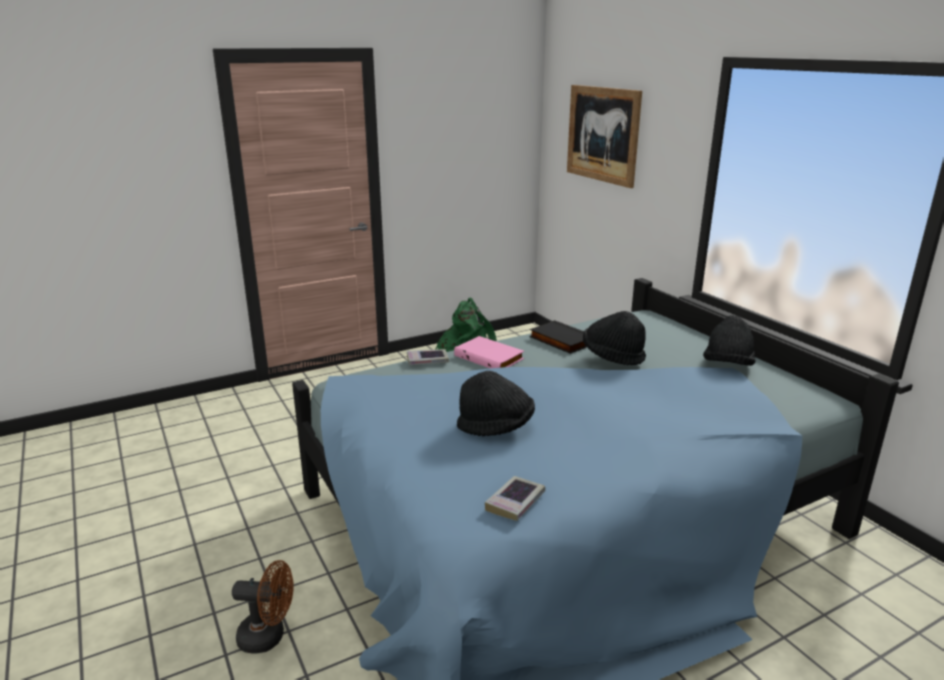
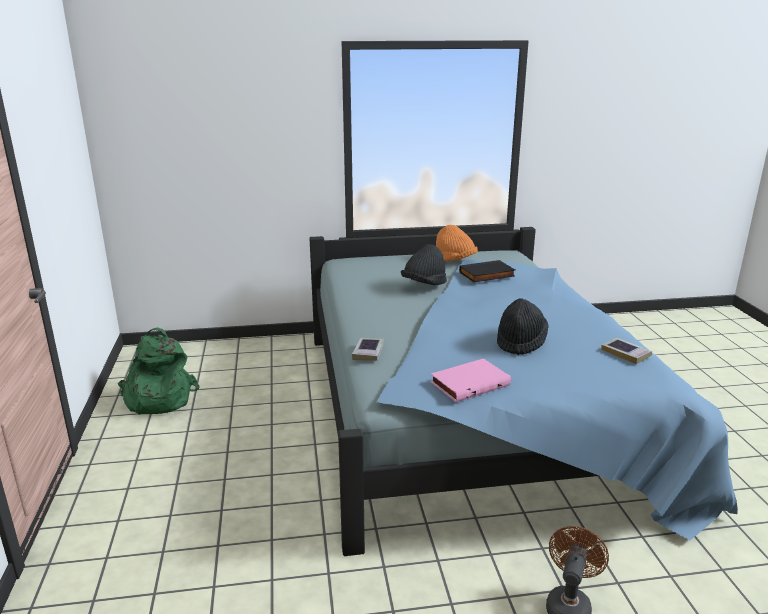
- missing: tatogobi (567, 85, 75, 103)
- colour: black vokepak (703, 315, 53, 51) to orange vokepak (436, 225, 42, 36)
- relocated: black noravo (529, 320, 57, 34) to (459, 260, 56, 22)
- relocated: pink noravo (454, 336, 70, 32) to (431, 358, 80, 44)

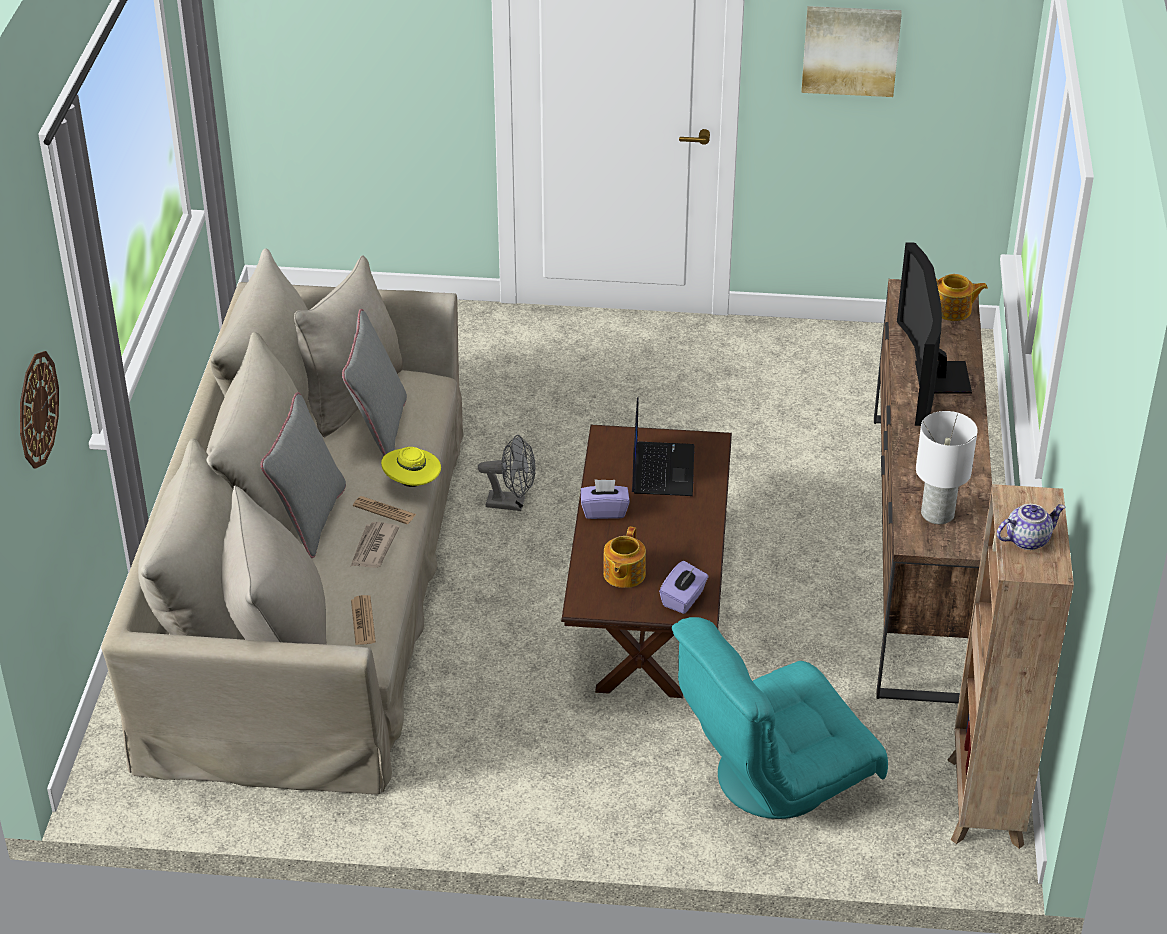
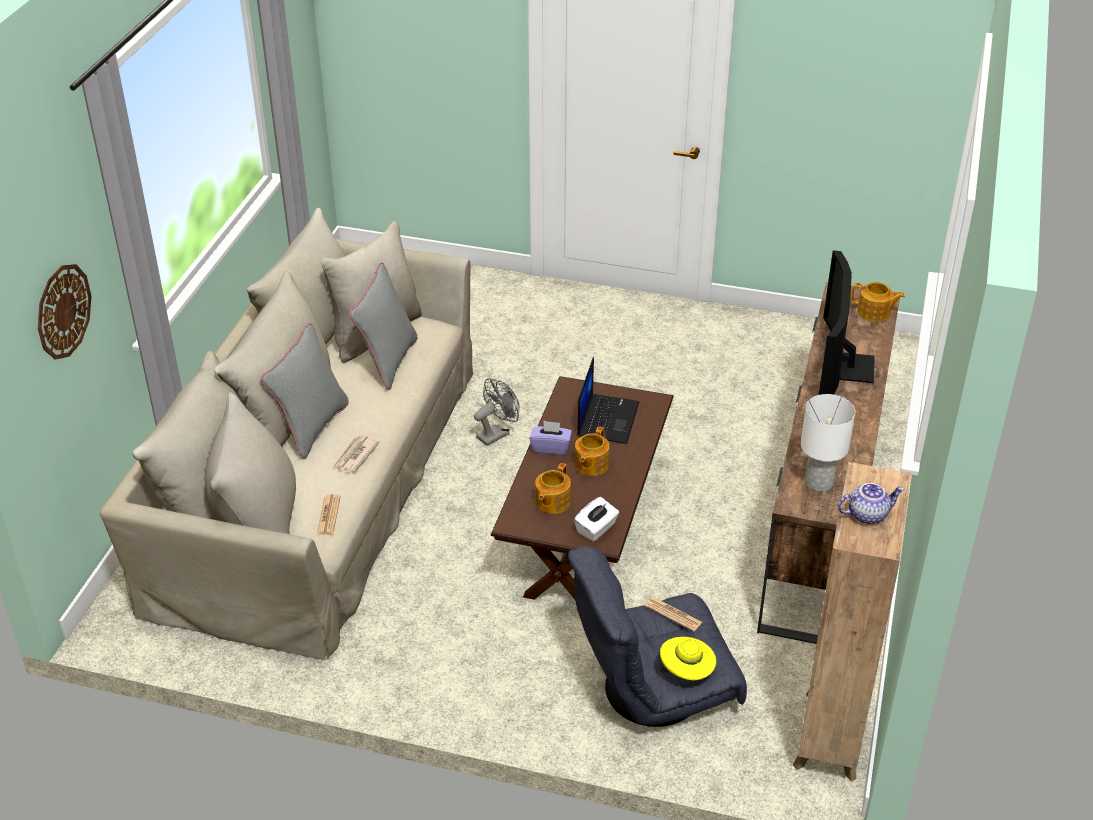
- missing: tatogobi (801, 6, 101, 91)
- spun: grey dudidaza (478, 435, 58, 76) = (474, 378, 46, 68) 60 degrees counterclockwise
- relocated: yellow vokepak (381, 447, 60, 40) to (660, 637, 56, 43)
- relocated: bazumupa (353, 496, 63, 28) to (646, 597, 56, 35)
- colour: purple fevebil (659, 561, 50, 53) to white fevebil (574, 497, 45, 45)
- colour: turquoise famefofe (672, 617, 216, 202) to grey famefofe (568, 546, 179, 181)
- appeared: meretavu (575, 426, 34, 50)

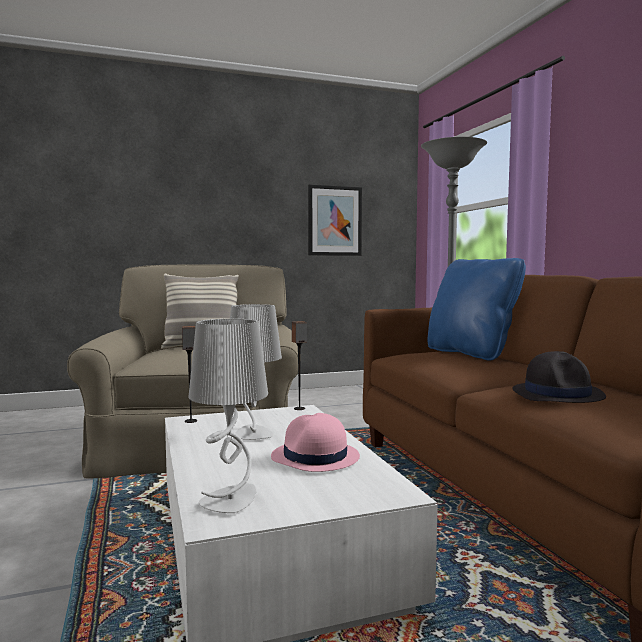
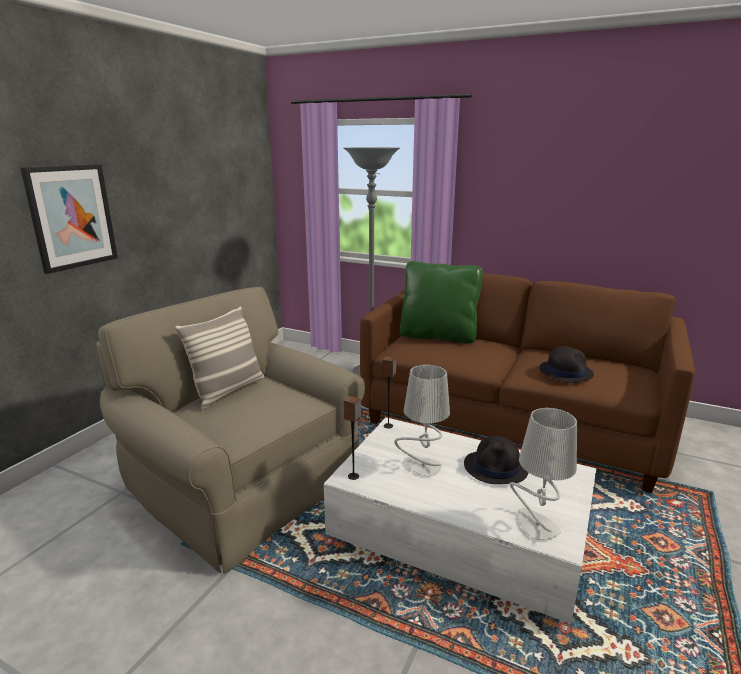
- relocated: tatogobi (308, 185, 54, 71) to (20, 164, 98, 110)
- colour: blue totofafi (427, 258, 99, 102) to green totofafi (400, 261, 83, 83)
- colour: pink vokepak (271, 413, 89, 59) to black vokepak (464, 436, 65, 48)

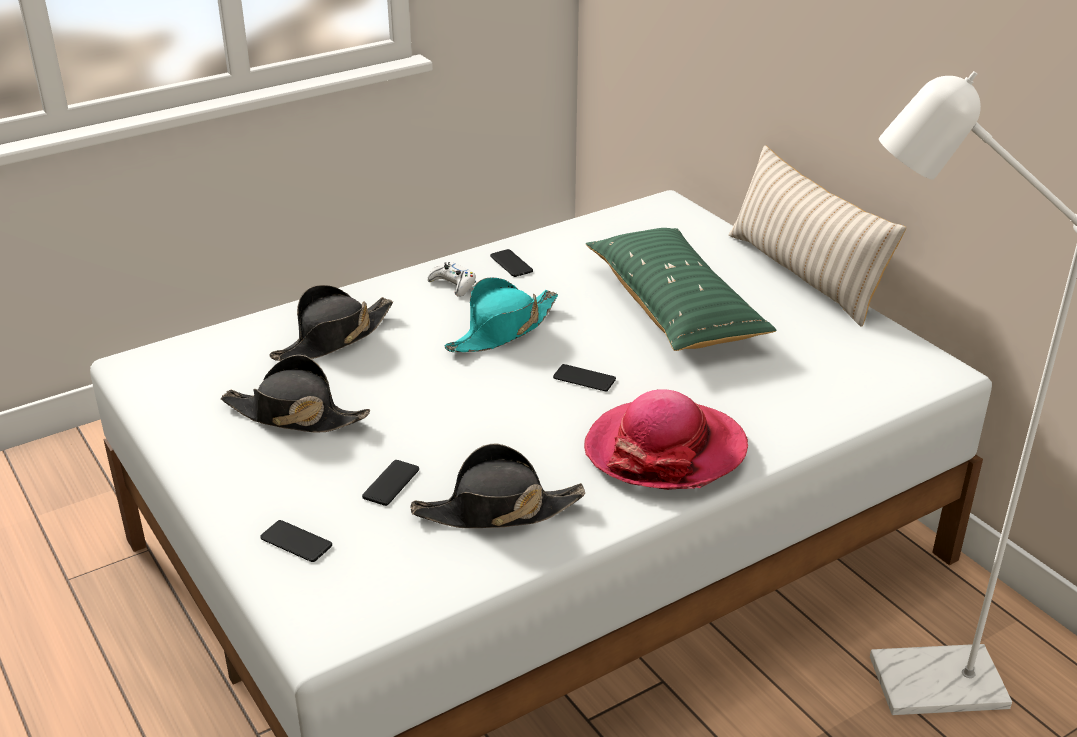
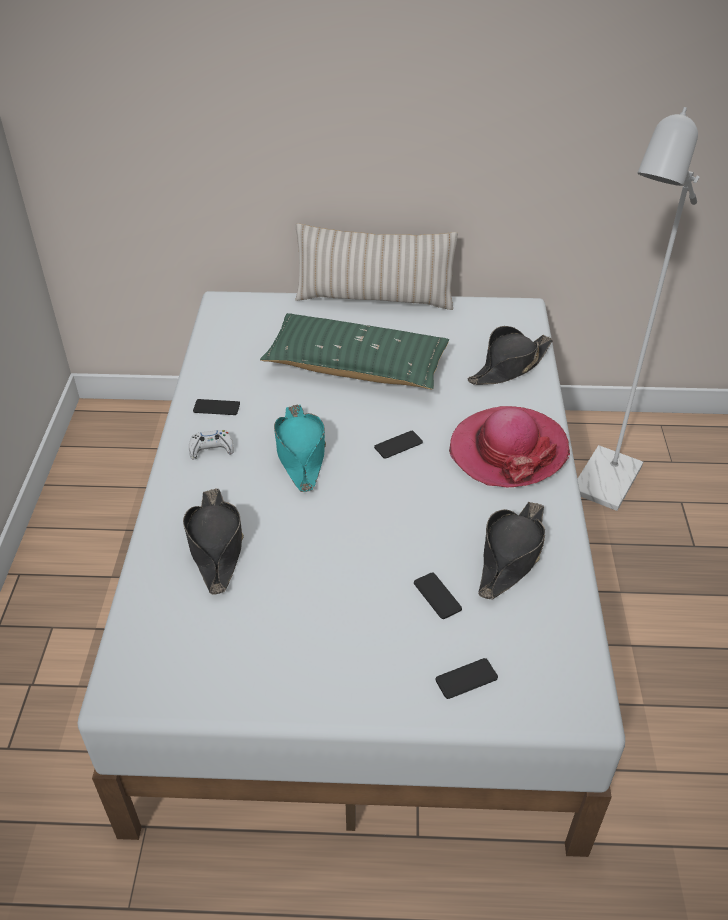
- relocated: black vokepak (221, 355, 149, 78) to (468, 326, 85, 59)

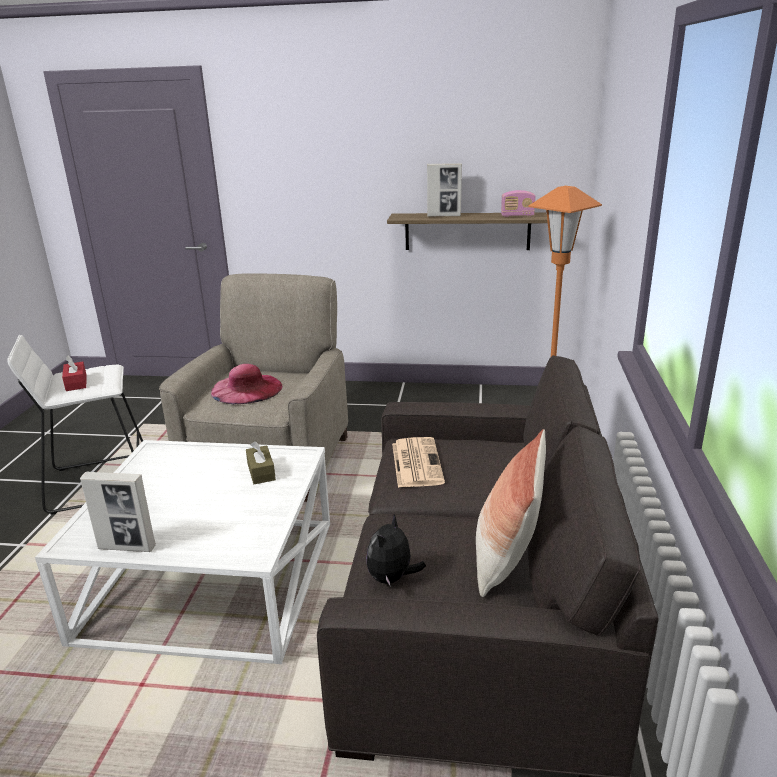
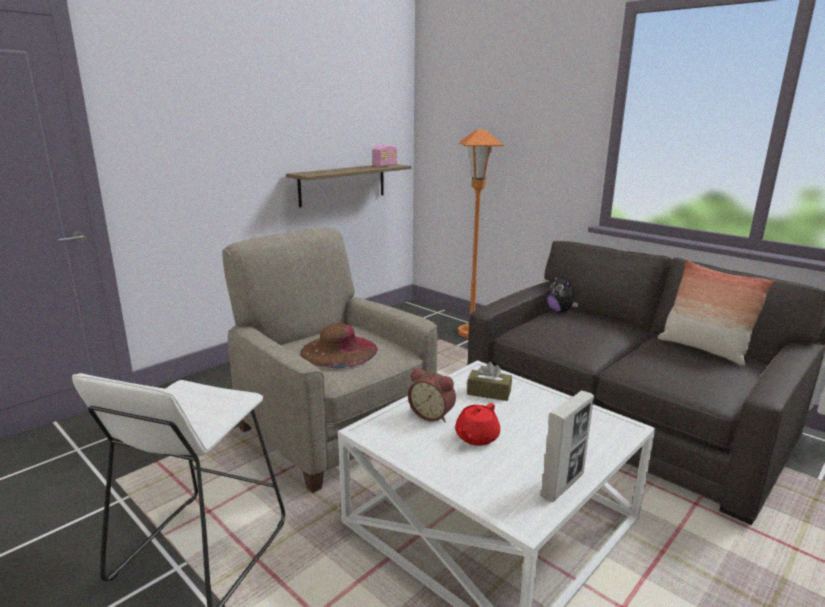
- missing: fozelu (427, 163, 35, 54)
- missing: red fevebil (62, 355, 25, 36)
- colour: pink vokepak (211, 364, 72, 40) to brown vokepak (300, 323, 78, 45)
- missing: bazumupa (392, 437, 53, 51)
- relocated: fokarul (367, 514, 59, 73) to (547, 275, 31, 38)
- appeared: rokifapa (408, 368, 48, 54)
- appeared: red meretavu (455, 403, 45, 43)

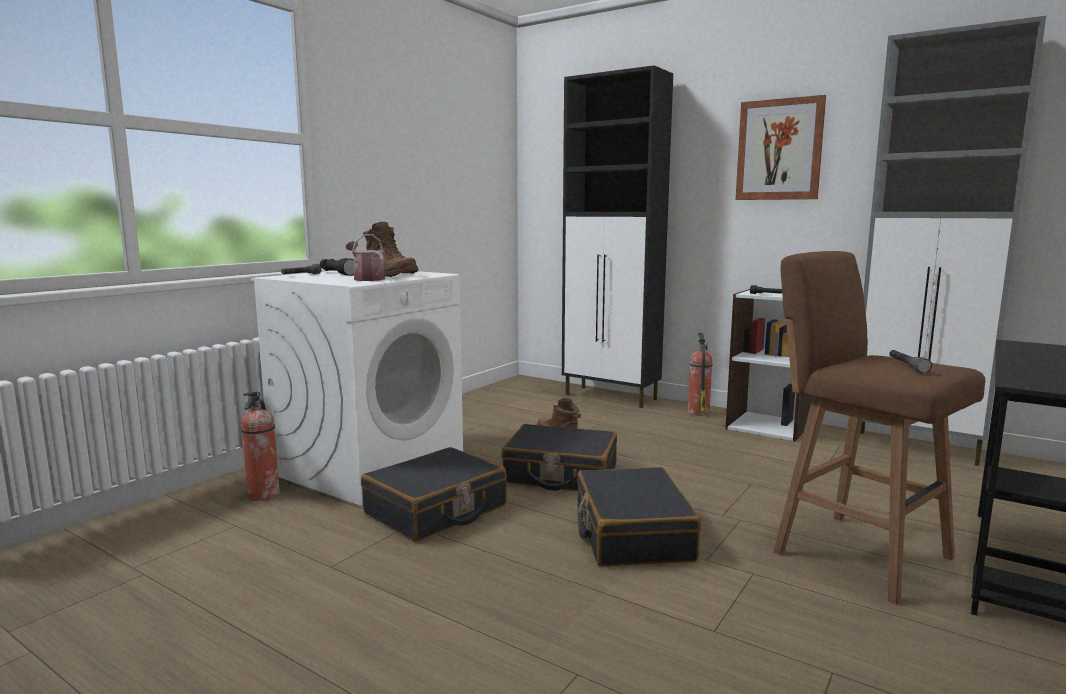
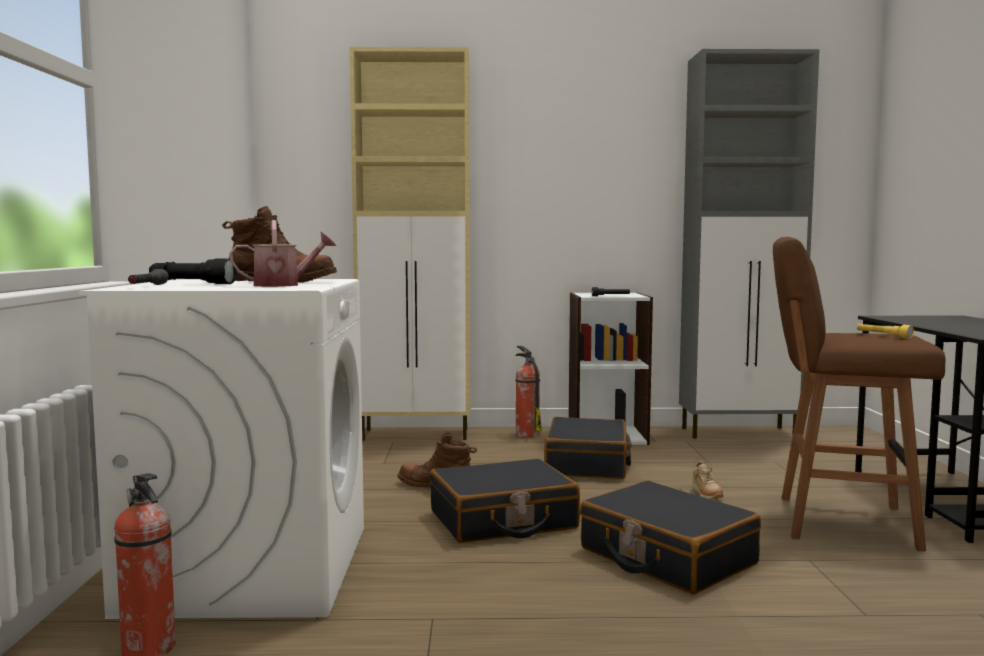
- colour: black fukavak (562, 65, 111, 343) to beige fukavak (349, 47, 121, 393)
- missing: tatogobi (736, 95, 90, 105)
- spun: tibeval (346, 234, 39, 47) = (229, 220, 107, 67) 150 degrees clockwise
- colour: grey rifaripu (889, 350, 43, 23) to yellow rifaripu (857, 324, 57, 15)
- relocated: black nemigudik (361, 447, 146, 94) to (544, 417, 88, 62)
- appeared: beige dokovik (693, 461, 31, 38)

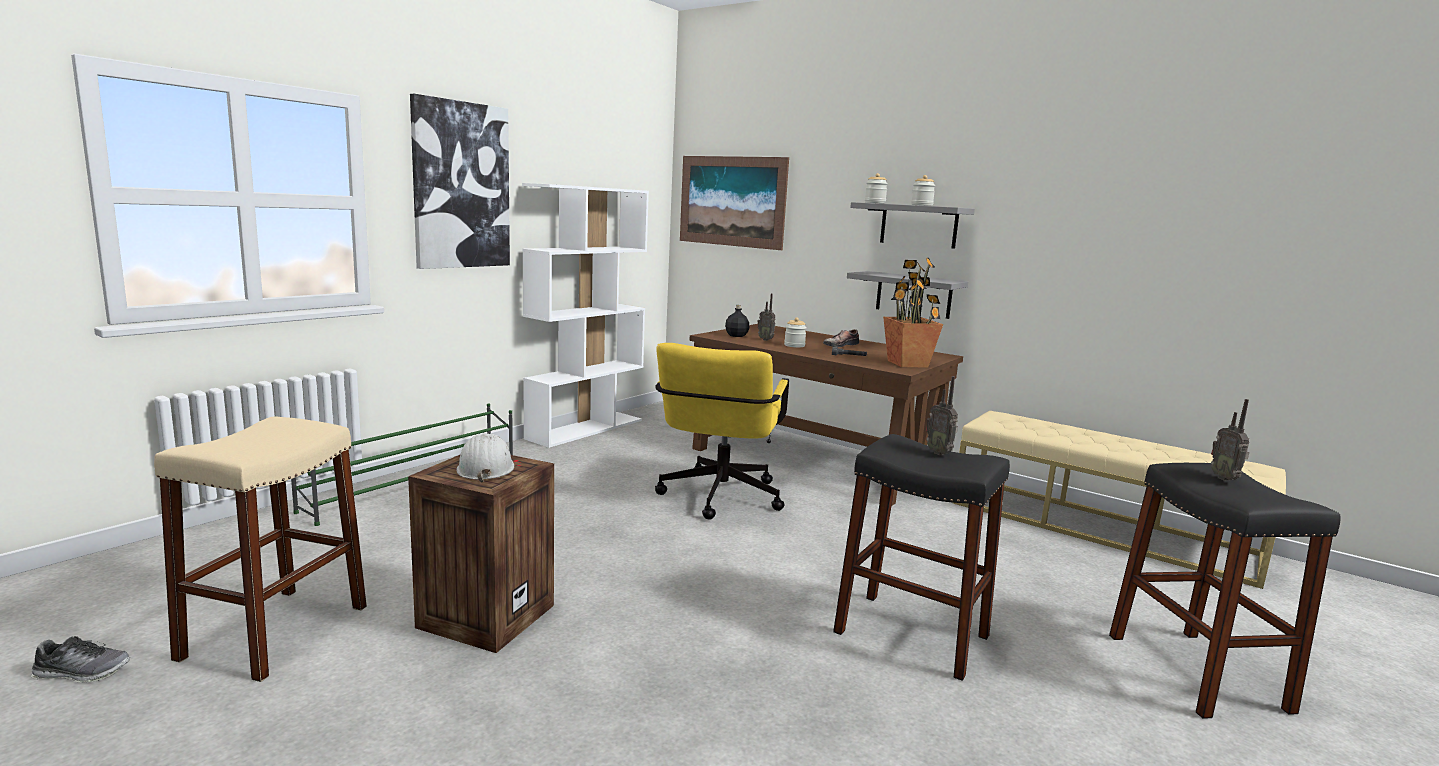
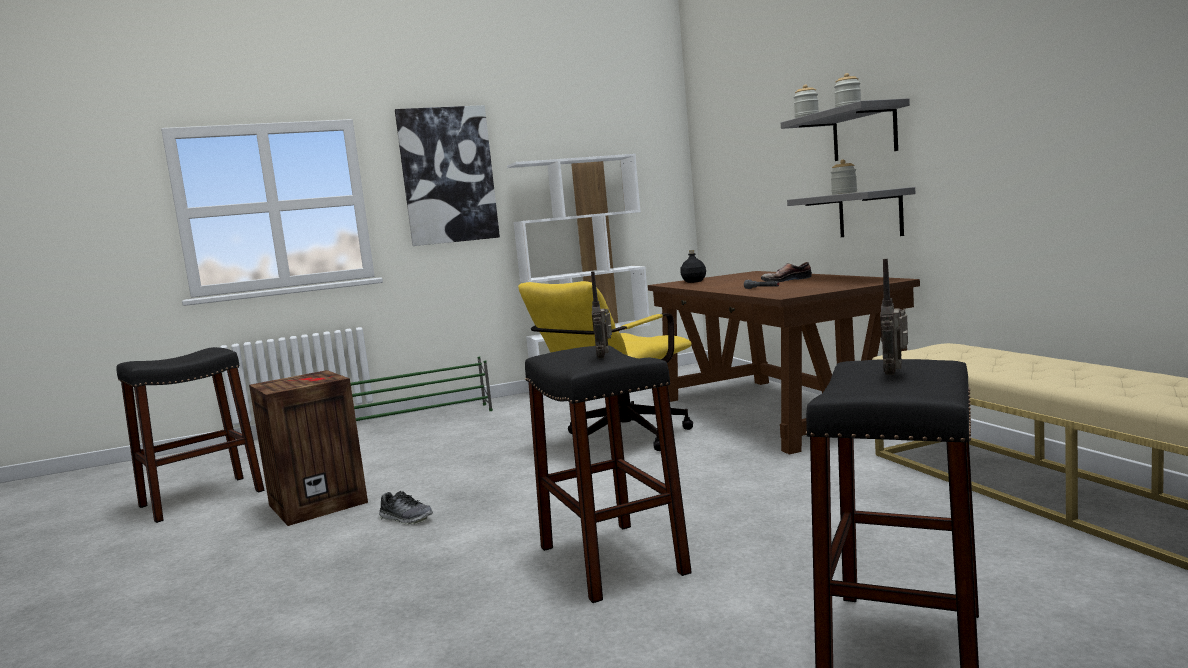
- missing: tatogobi (680, 156, 109, 94)
- missing: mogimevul (883, 258, 60, 109)
- missing: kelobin (757, 293, 18, 48)
- relocated: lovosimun (784, 317, 23, 31) to (830, 159, 27, 36)
- colour: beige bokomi (154, 417, 213, 265) to black bokomi (117, 347, 147, 176)
- missing: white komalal (457, 433, 57, 49)
- relocated: dokovik (31, 636, 100, 47) to (379, 491, 54, 34)

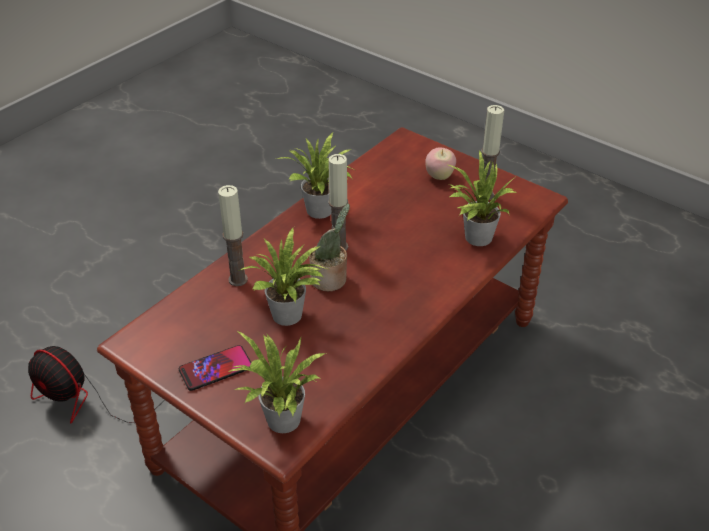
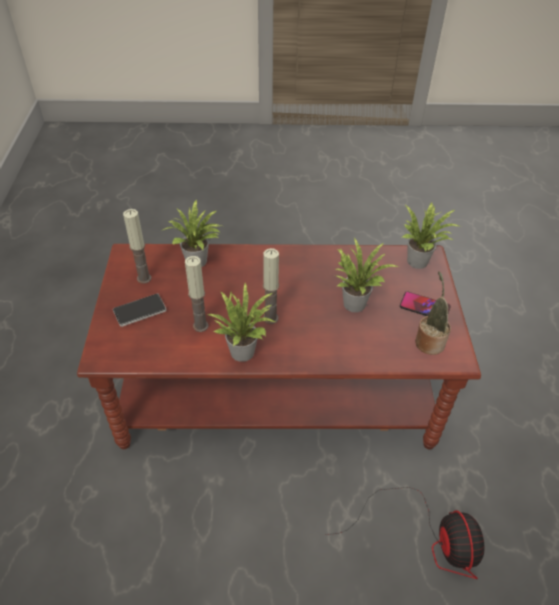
- exchanged: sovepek (425, 147, 31, 33) to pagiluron (113, 294, 54, 33)
- relocated: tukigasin (218, 185, 30, 101) to (185, 256, 24, 76)
- relocated: mogimevul (309, 203, 41, 88) to (415, 271, 36, 84)

